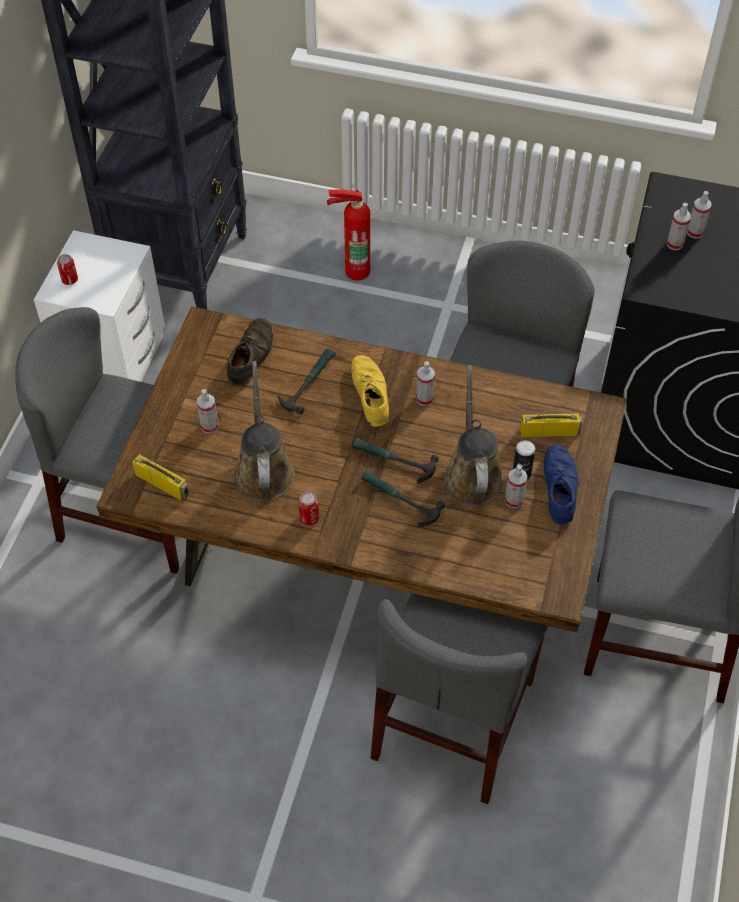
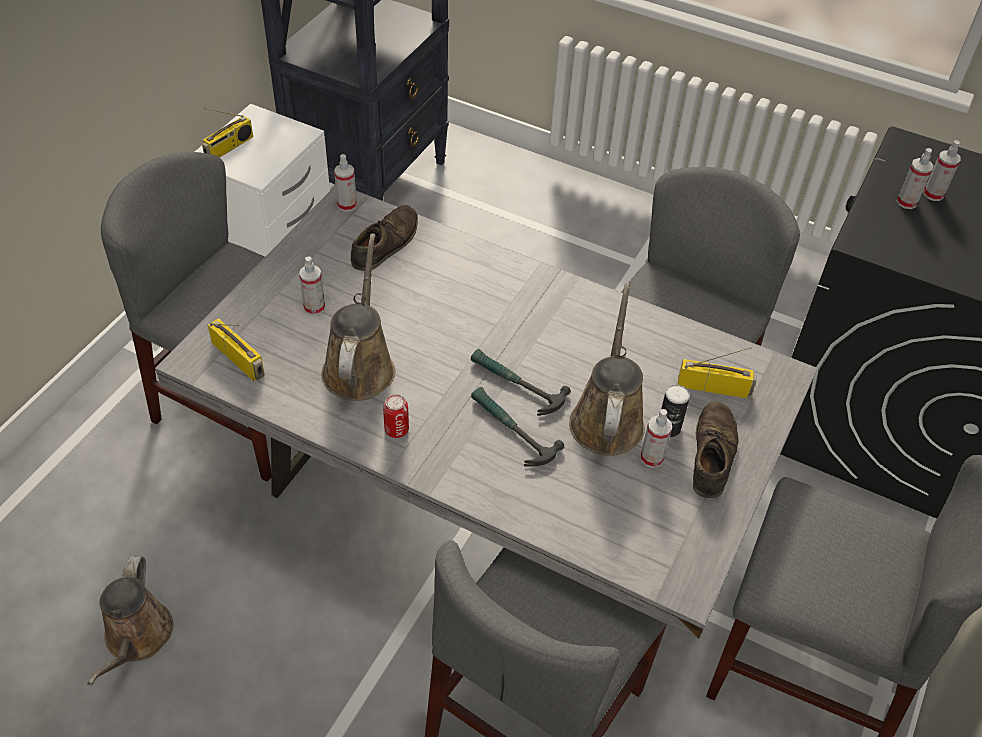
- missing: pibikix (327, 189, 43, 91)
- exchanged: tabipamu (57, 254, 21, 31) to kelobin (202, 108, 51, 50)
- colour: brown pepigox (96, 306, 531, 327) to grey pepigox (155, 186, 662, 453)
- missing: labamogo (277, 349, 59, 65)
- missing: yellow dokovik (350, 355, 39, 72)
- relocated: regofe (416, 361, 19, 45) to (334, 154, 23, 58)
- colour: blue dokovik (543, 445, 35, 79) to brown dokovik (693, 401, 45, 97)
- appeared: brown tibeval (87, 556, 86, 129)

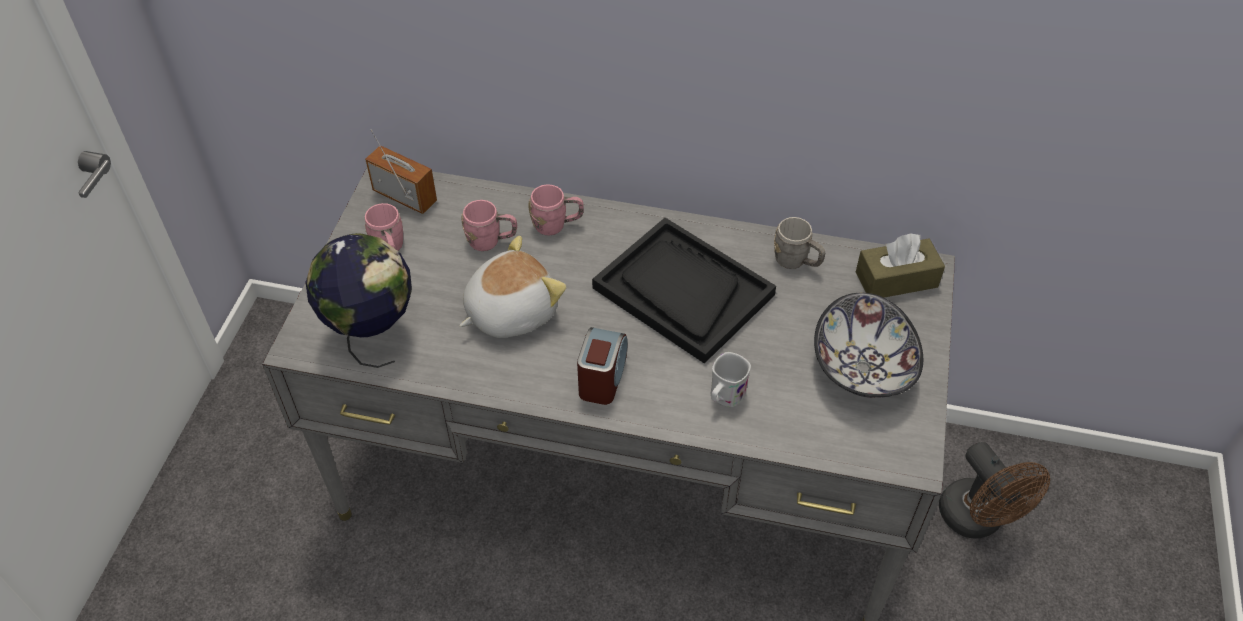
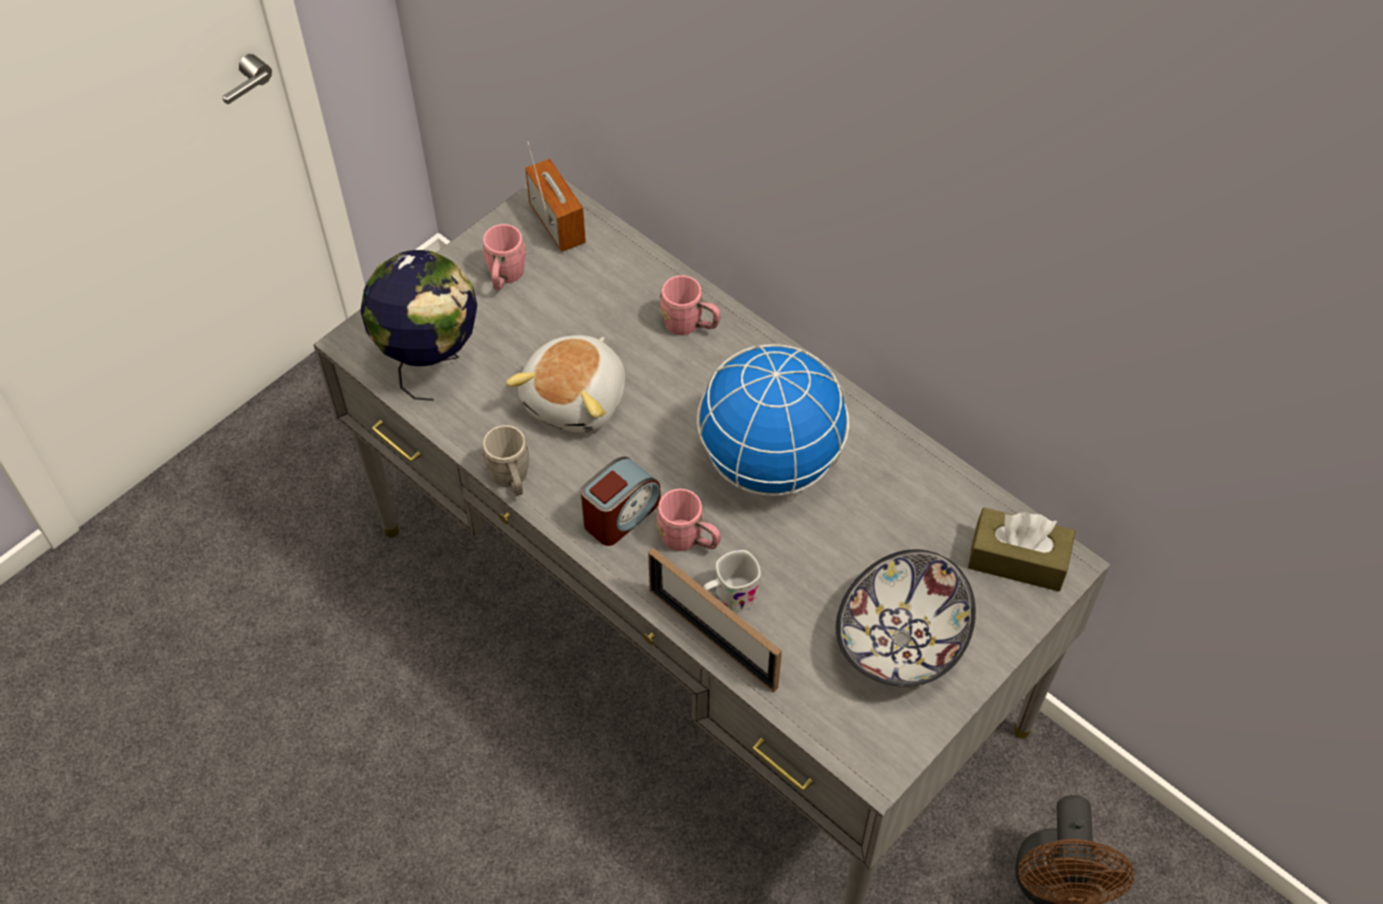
- relocated: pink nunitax (461, 200, 56, 51) to (656, 489, 64, 62)
- relocated: grey nunitax (774, 217, 51, 52) to (482, 425, 47, 71)
- exchanged: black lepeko (592, 218, 184, 146) to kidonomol (697, 344, 152, 152)
- spun: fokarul (459, 236, 107, 102) = (506, 335, 119, 98) 120 degrees clockwise
- appeared: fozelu (648, 548, 134, 144)

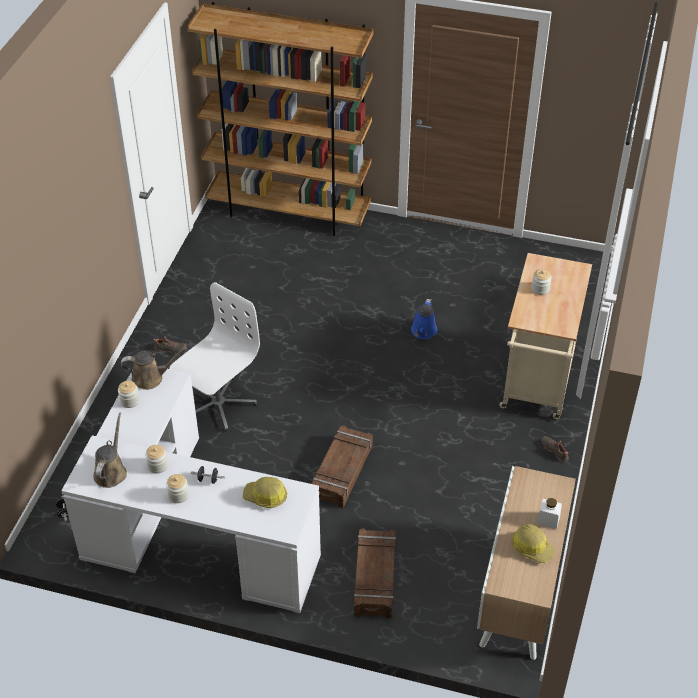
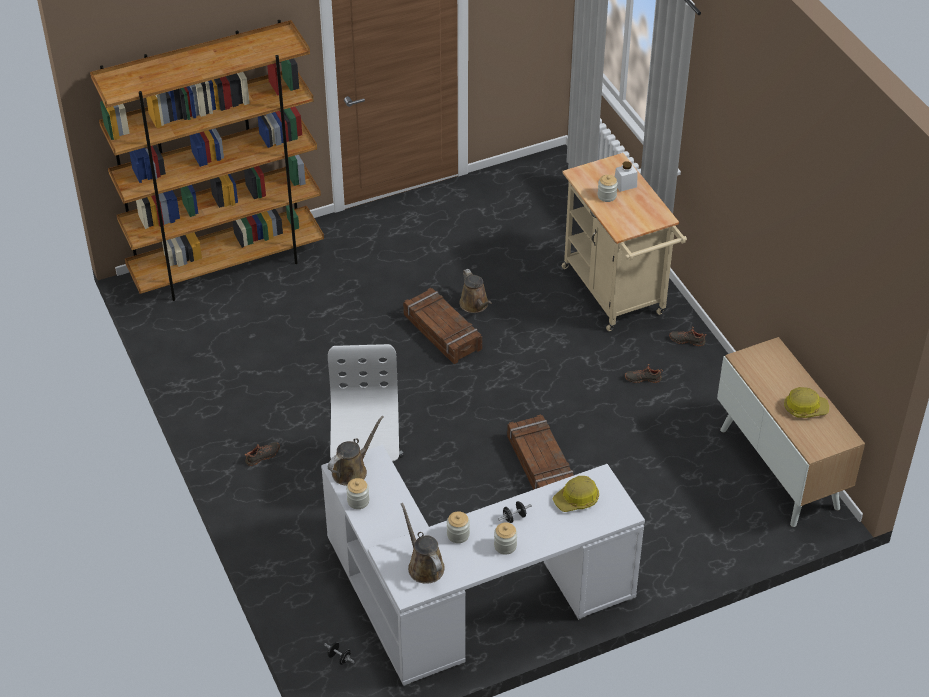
- colour: blue tibeval (411, 299, 26, 40) to brown tibeval (459, 269, 33, 44)
- relocated: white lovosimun (536, 498, 26, 31) to (615, 162, 23, 30)
- relocated: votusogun (354, 528, 42, 90) to (403, 288, 79, 76)
- appeared: black dokovik (625, 364, 38, 19)

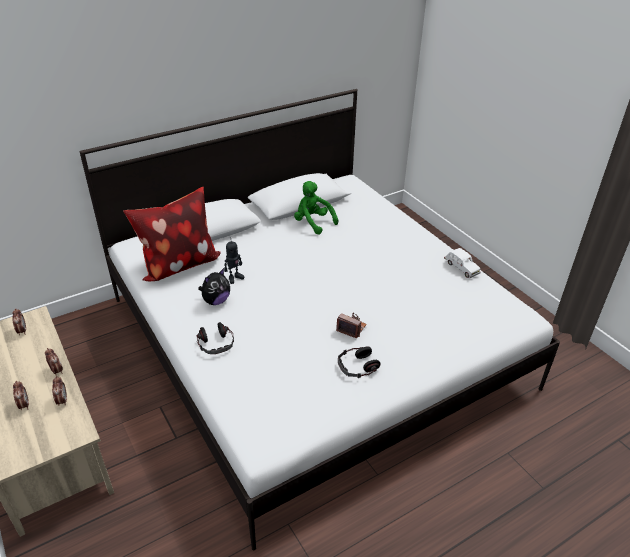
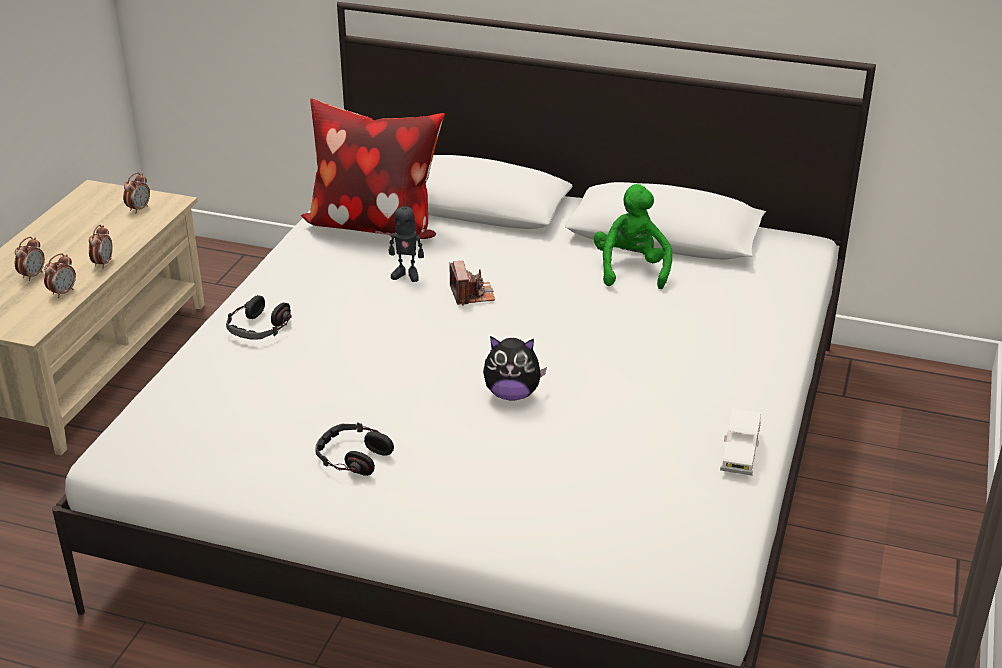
- relocated: fokarul (198, 268, 32, 37) to (483, 336, 64, 65)
- relocated: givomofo (336, 313, 31, 25) to (450, 261, 45, 45)

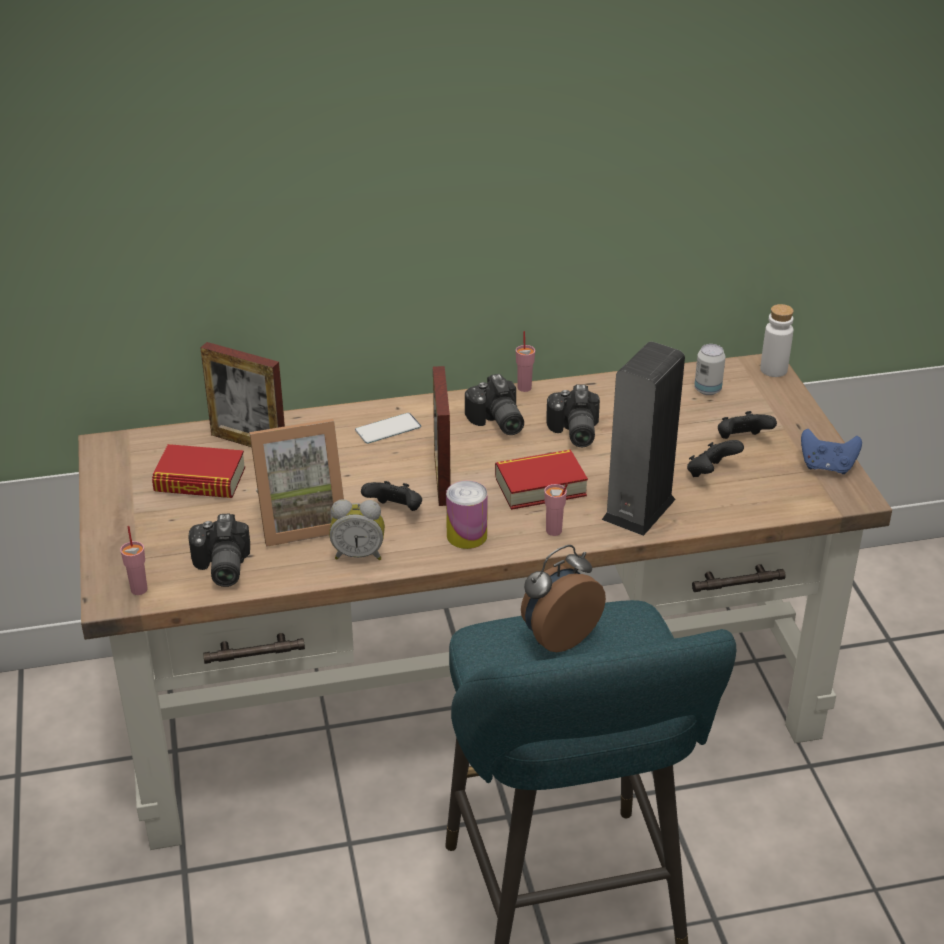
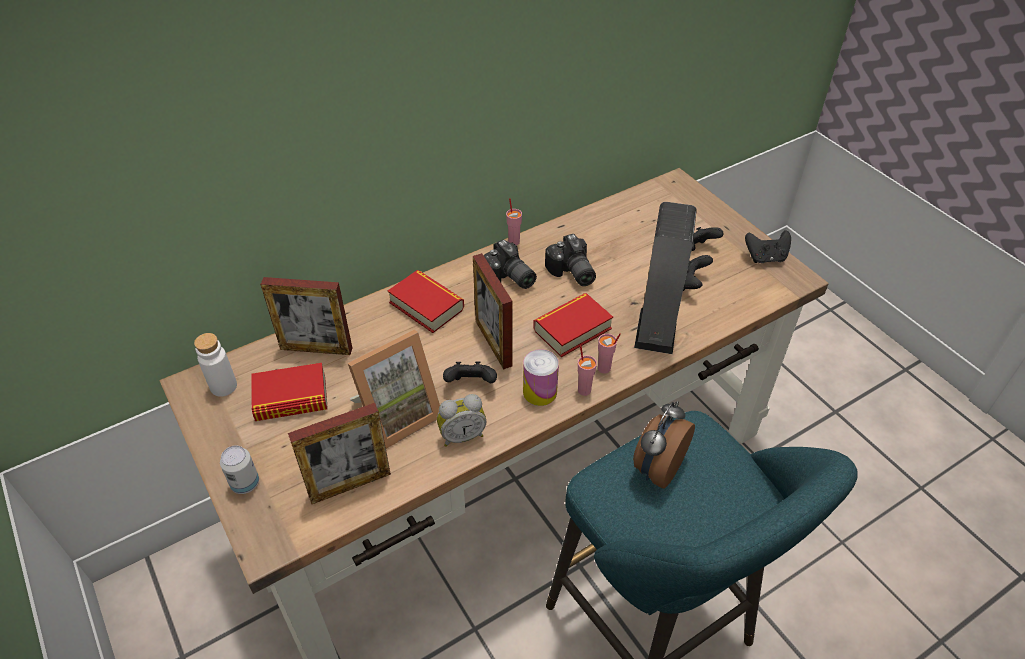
- relocated: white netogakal (760, 304, 34, 73) to (194, 333, 43, 64)
- relocated: tabipamu (694, 344, 32, 51) to (220, 446, 39, 48)
- exchanged: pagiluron (355, 413, 66, 31) to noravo (388, 270, 76, 63)
- colour: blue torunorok (801, 429, 61, 45) to black torunorok (745, 230, 46, 33)
- exchanged: givomofo (188, 513, 62, 74) to fozelu (288, 403, 103, 101)
- relocated: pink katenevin (120, 526, 28, 69) to (578, 345, 19, 51)

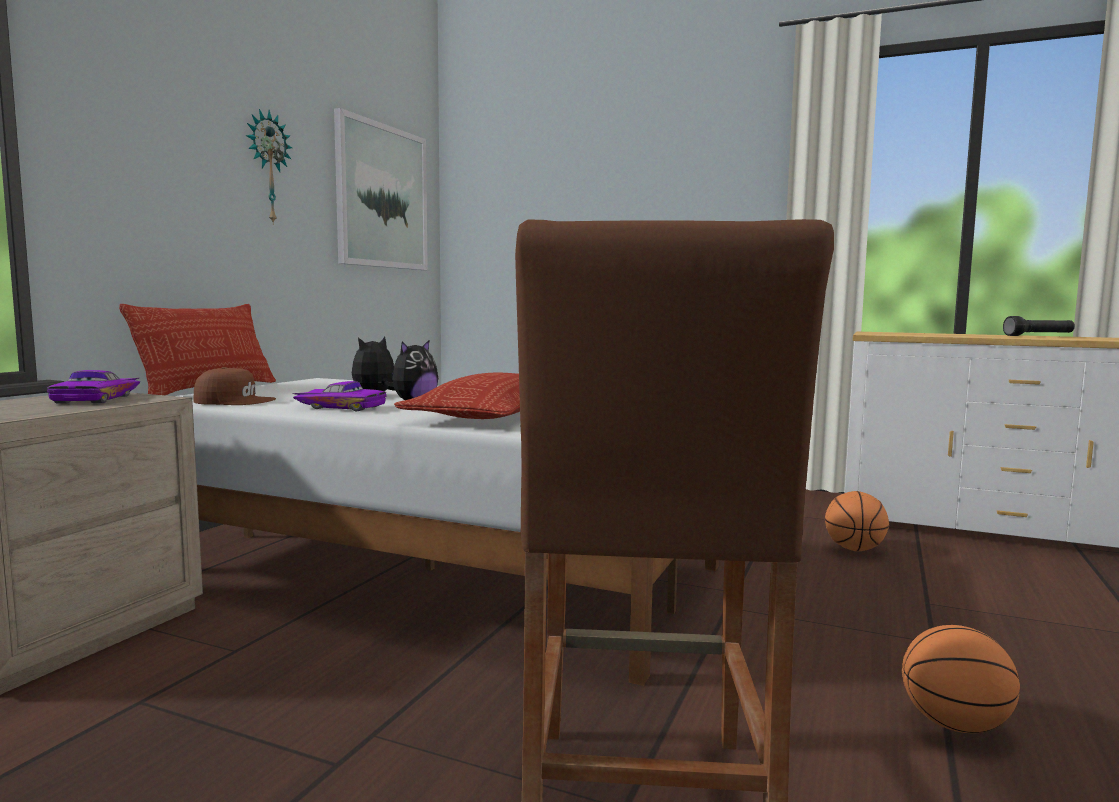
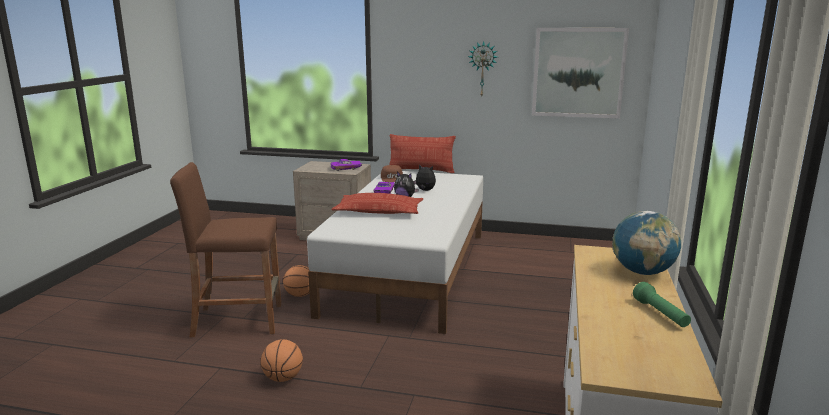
- colour: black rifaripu (1003, 316, 72, 20) to green rifaripu (633, 282, 58, 45)
- relocated: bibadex (825, 491, 64, 61) to (283, 265, 26, 32)
- appeared: kidonomol (612, 211, 69, 64)

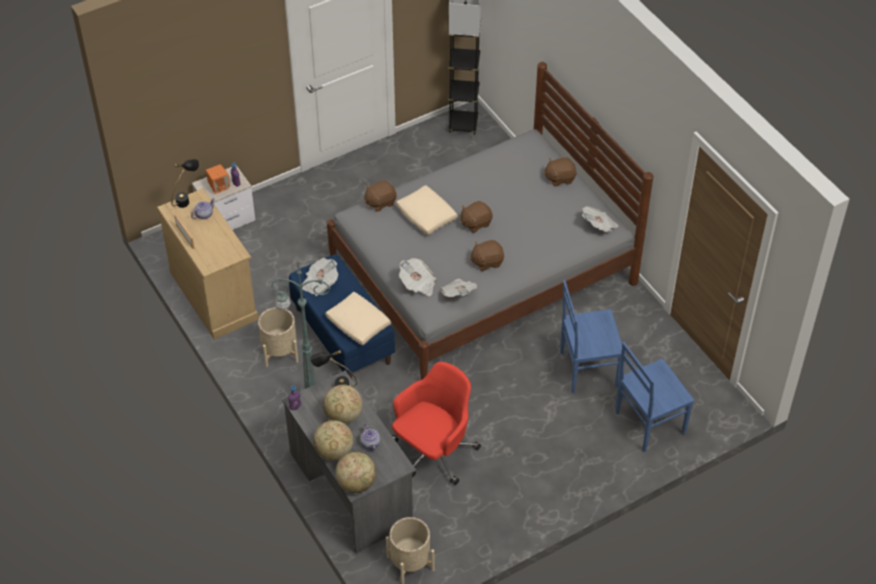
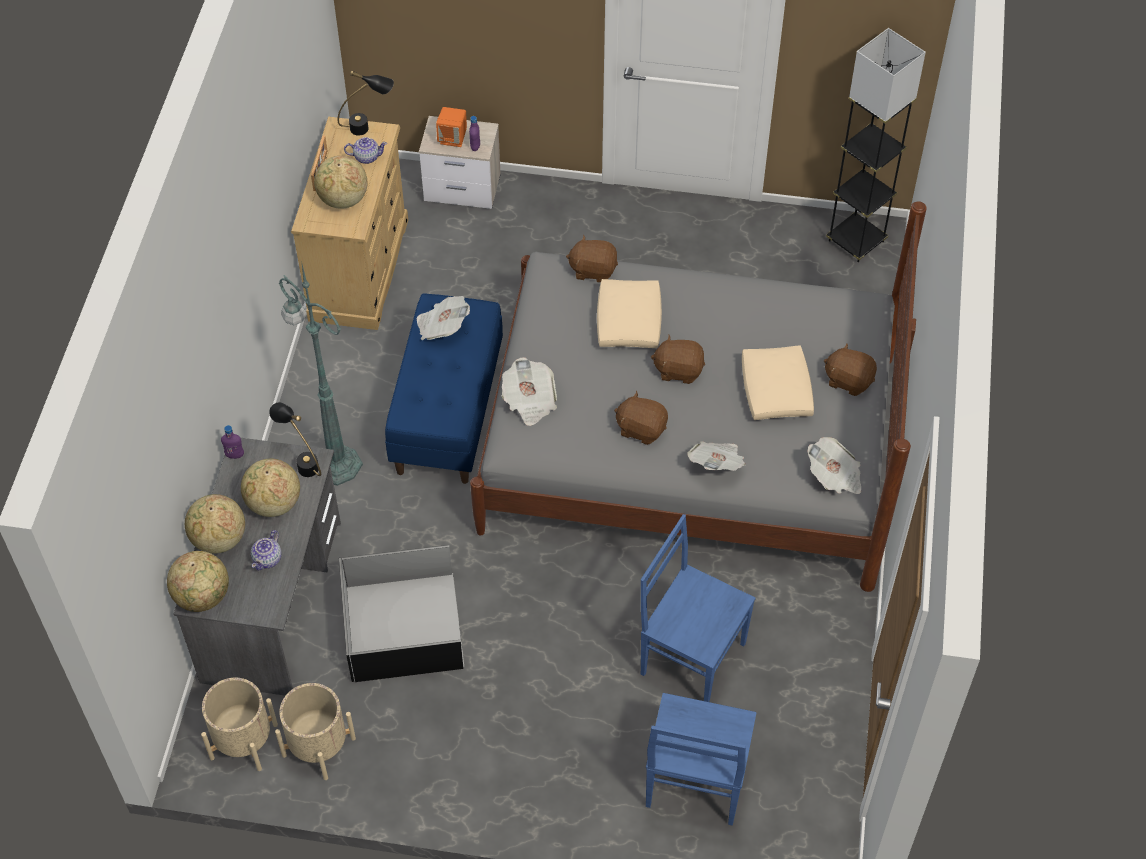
- relocated: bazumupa (441, 279, 36, 18) to (687, 441, 59, 30)
- relocated: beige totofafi (325, 292, 66, 54) to (742, 345, 72, 75)
- relocated: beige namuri (258, 307, 40, 60) to (275, 683, 81, 97)
- spun: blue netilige (616, 342, 78, 110) = (646, 693, 111, 132) 90 degrees counterclockwise
- exchanged: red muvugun (392, 362, 89, 123) to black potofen (339, 545, 125, 137)
- appeared: kidonomol (314, 156, 54, 53)

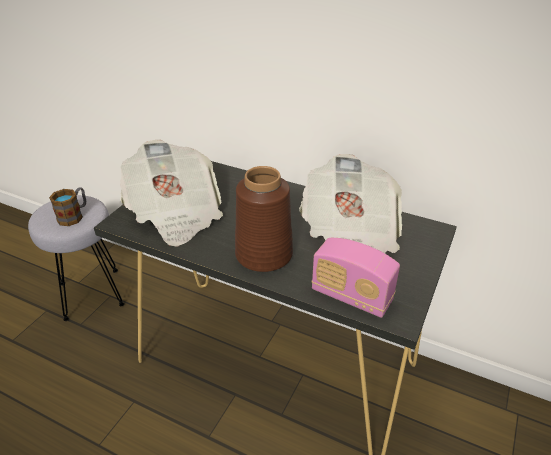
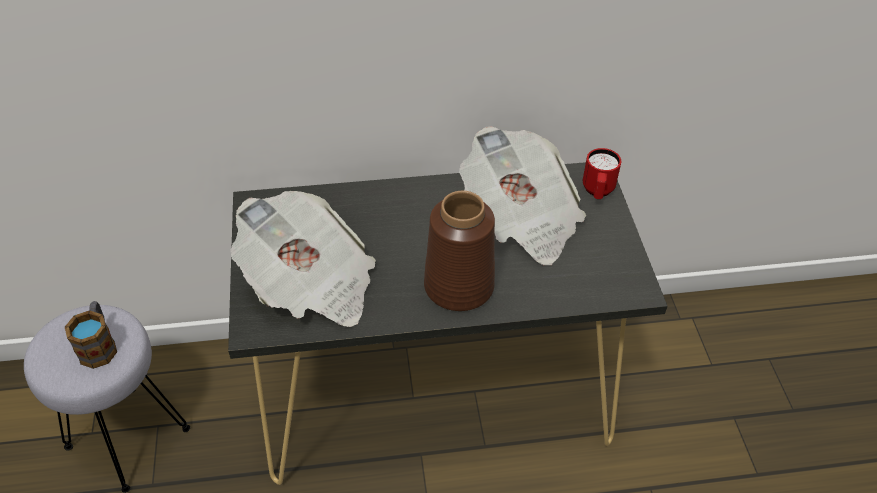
- missing: kelobin (312, 238, 88, 80)
- appeared: red nunitax (583, 148, 38, 51)

